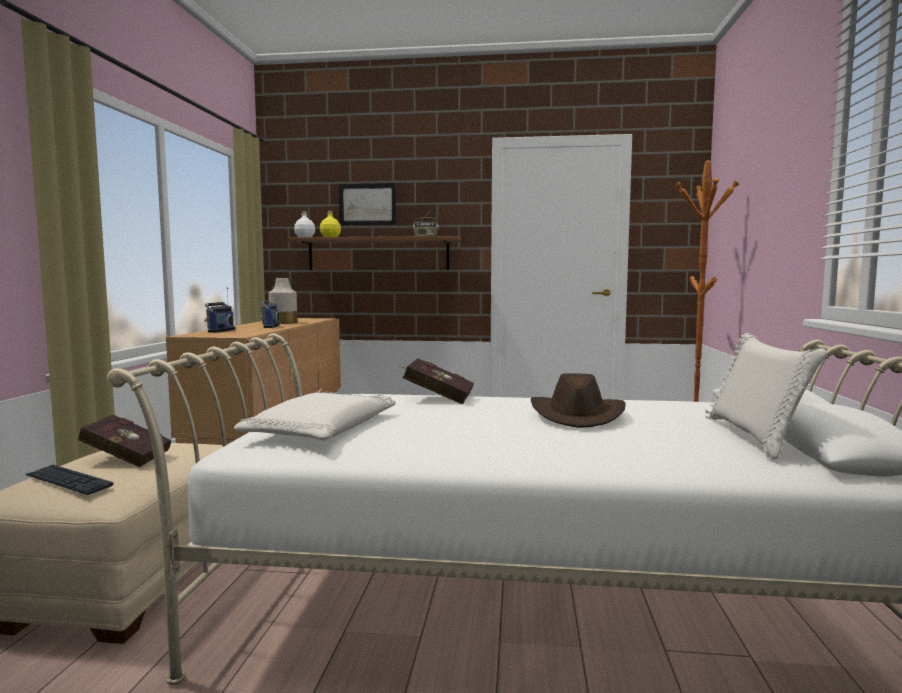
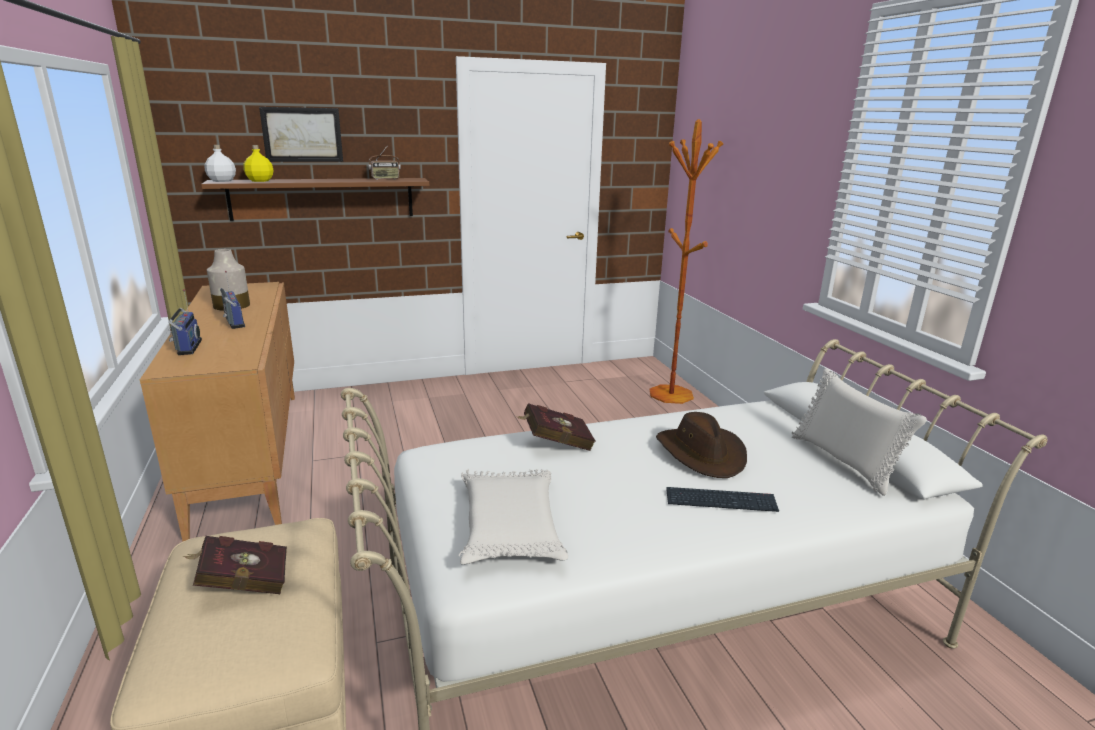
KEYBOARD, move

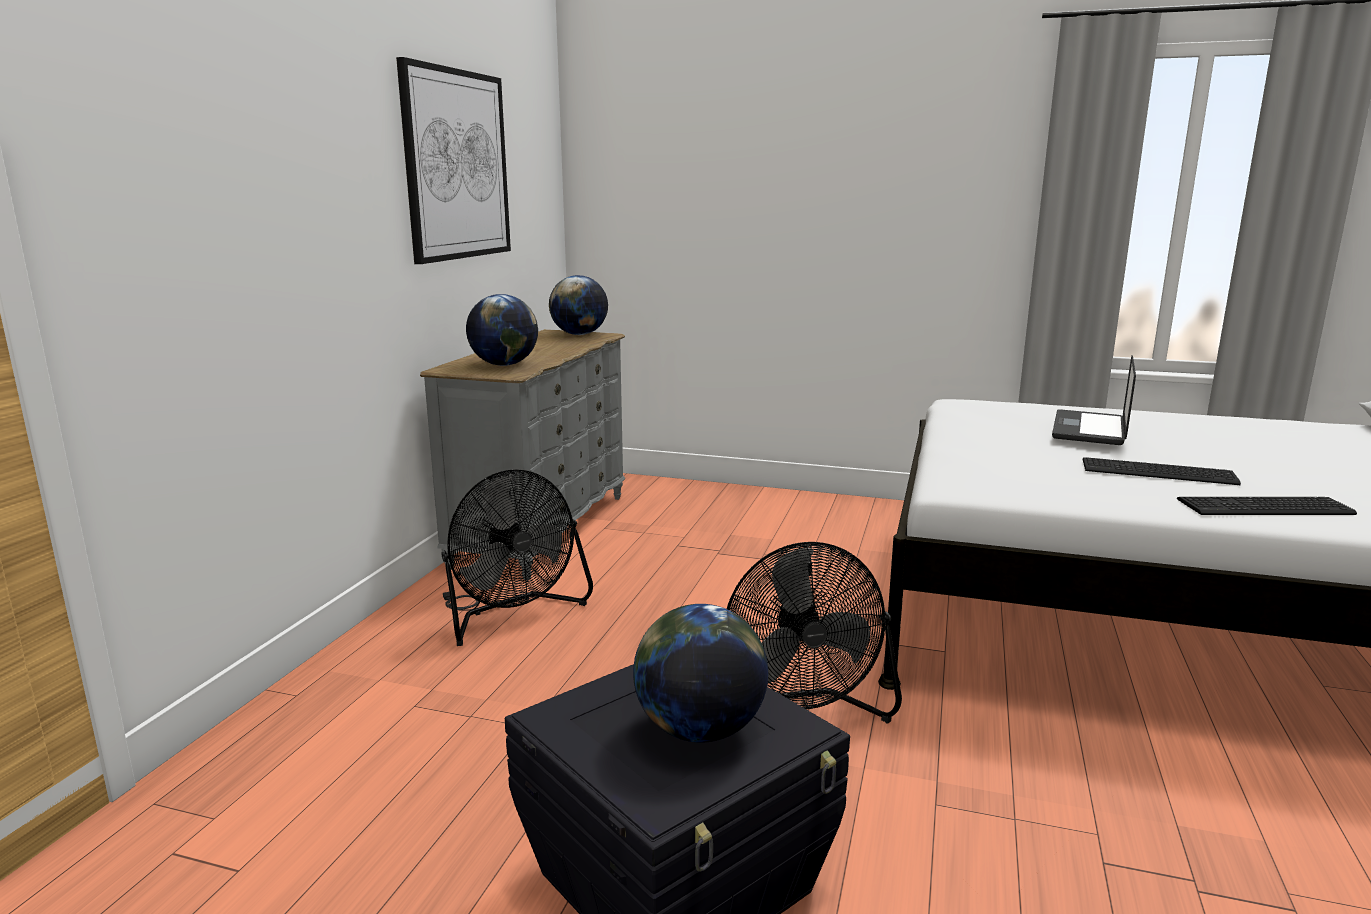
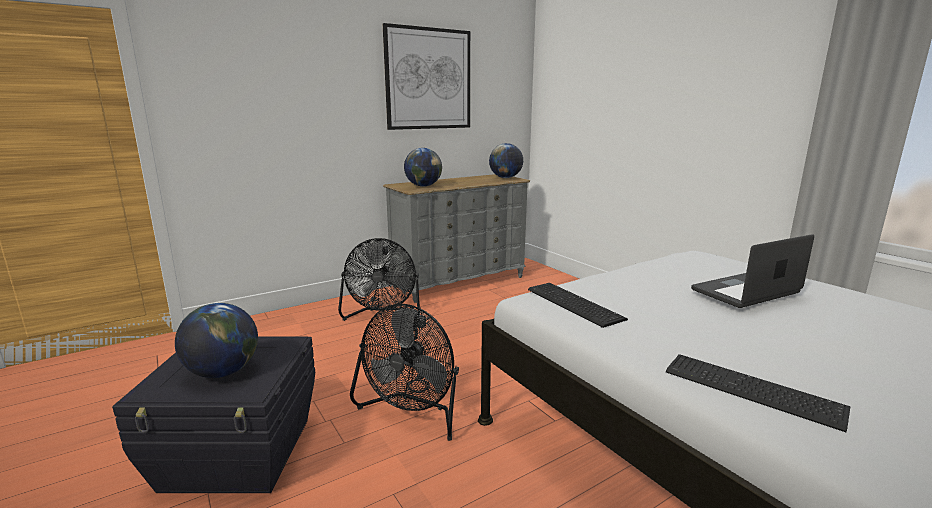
KEYBOARD (1st from left), move

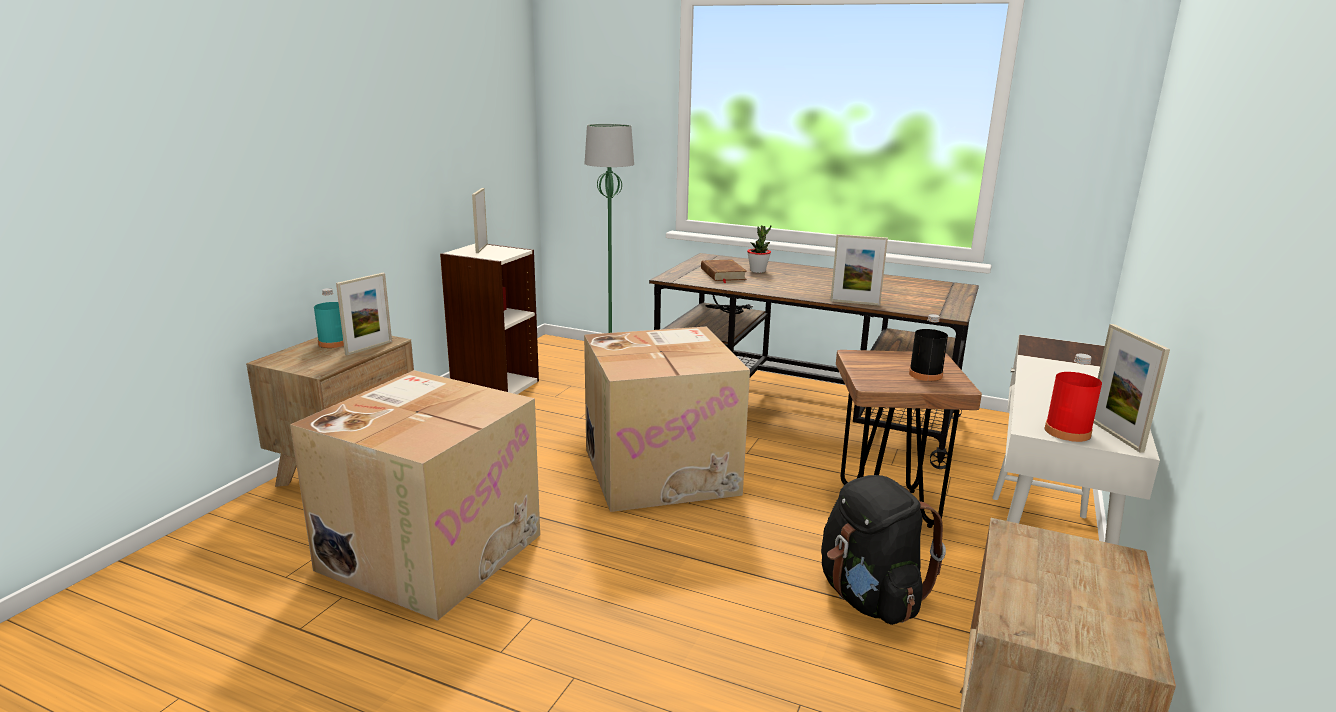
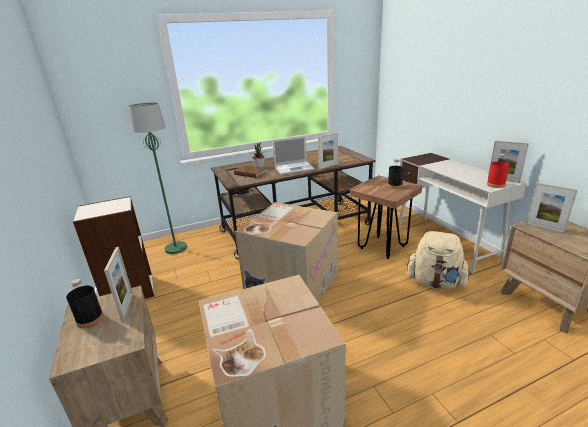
TURQUOISE BOTTLE -> BLACK BOTTLE (1st from left)
PICTURE FRAME (2nd from left in the first image) -> PICTURE FRAME (4th from left), move
BLACK BACKPACK -> BEIGE BACKPACK
none -> LAPTOP

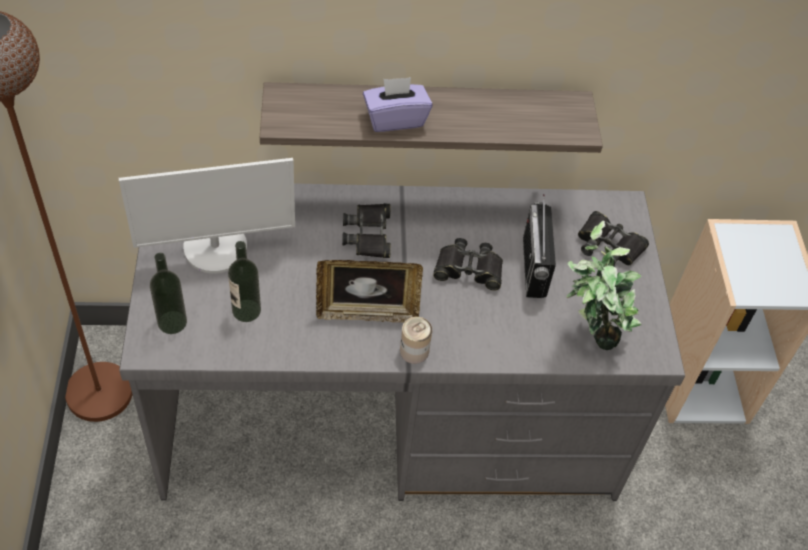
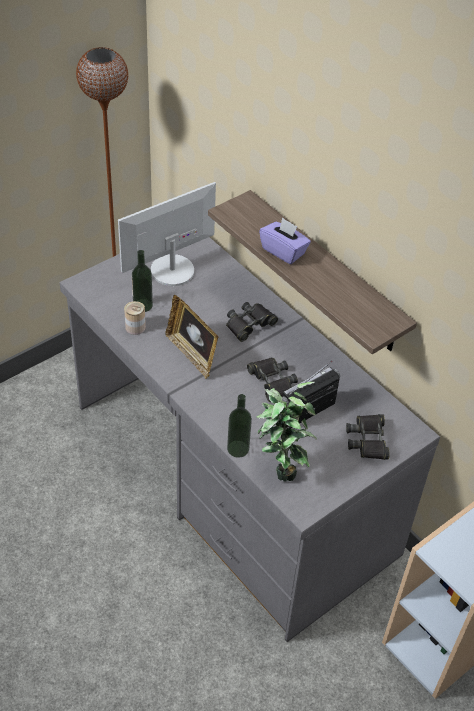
MONITOR, 105 degrees clockwise
BOTTLE (1st from left in the first image) -> BOTTLE (2nd from left), move
CAN, move

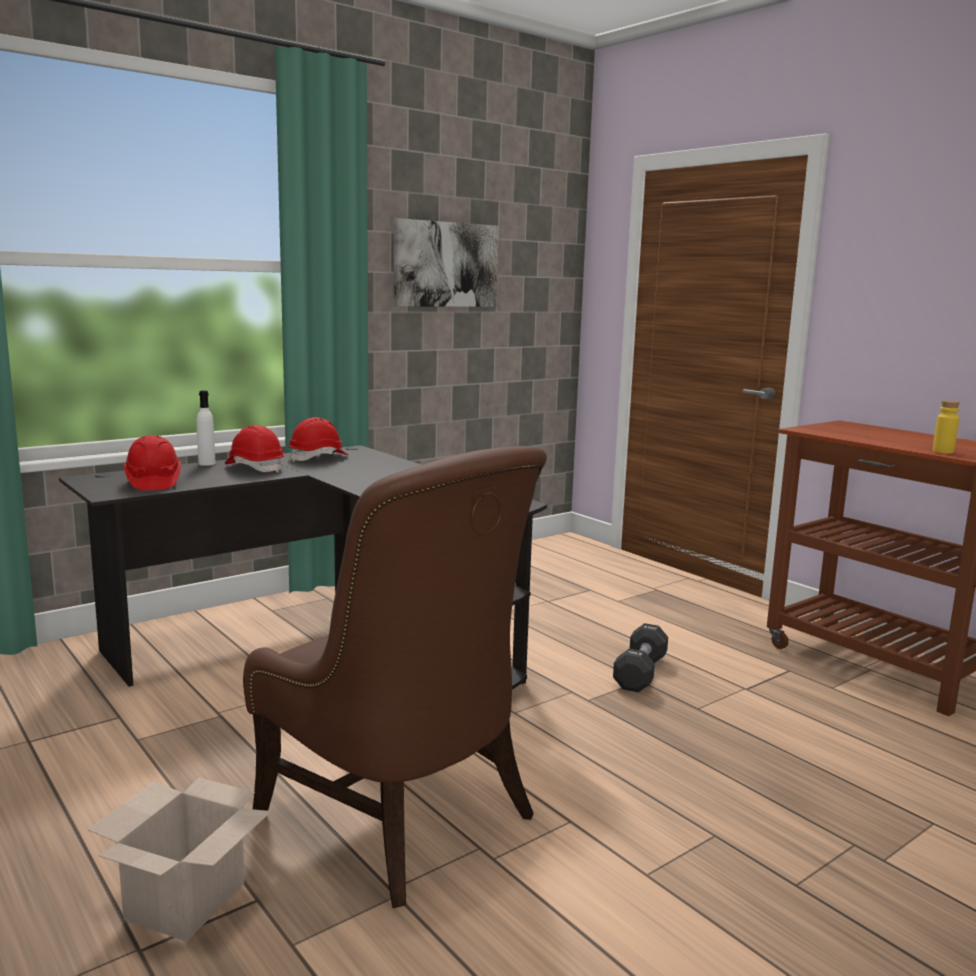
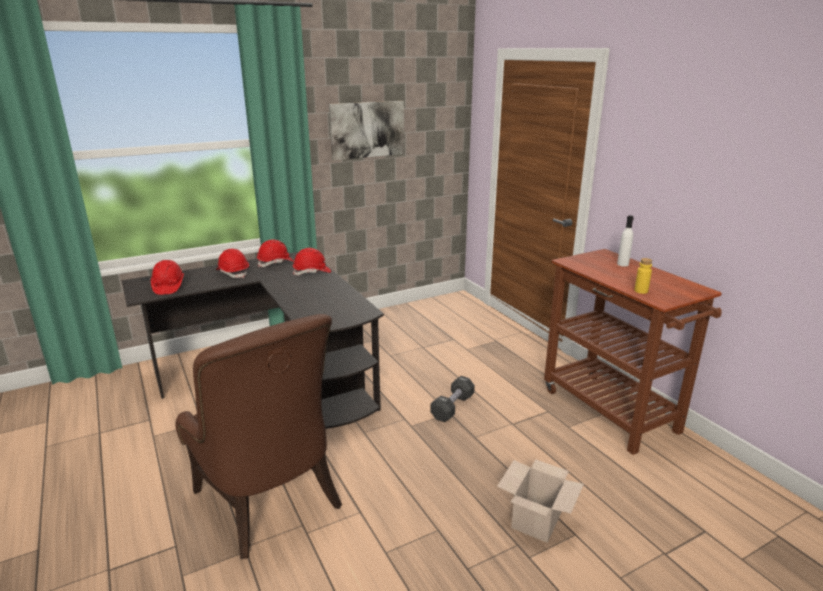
CARDBOARD BOX, move
WHITE BOTTLE, move
none -> RED HARD HAT (4th from left)

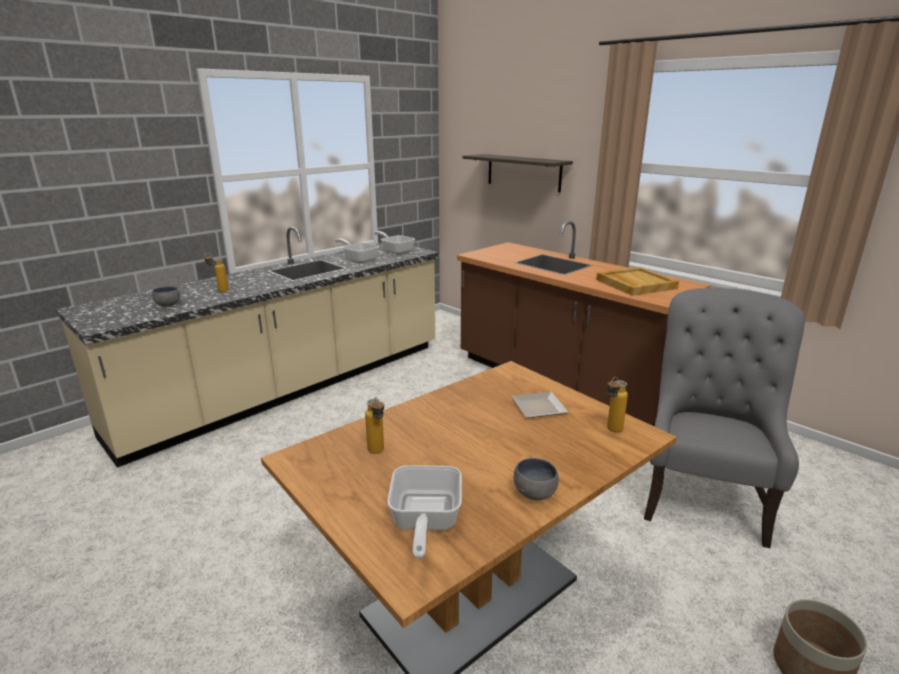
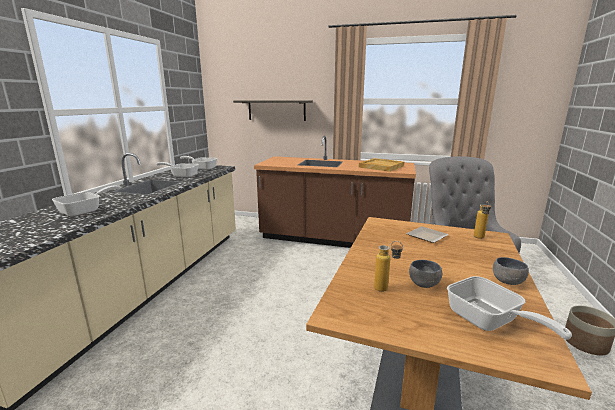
GREY BOWL (1st from left), move
BOTTLE (1st from left) -> FRYING PAN (1st from left)

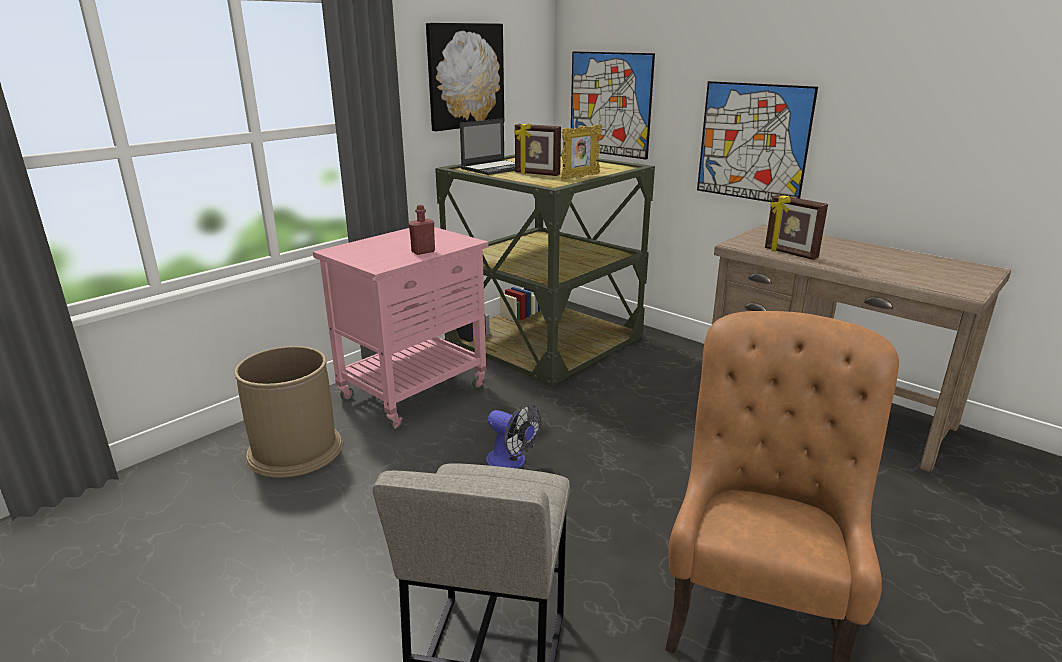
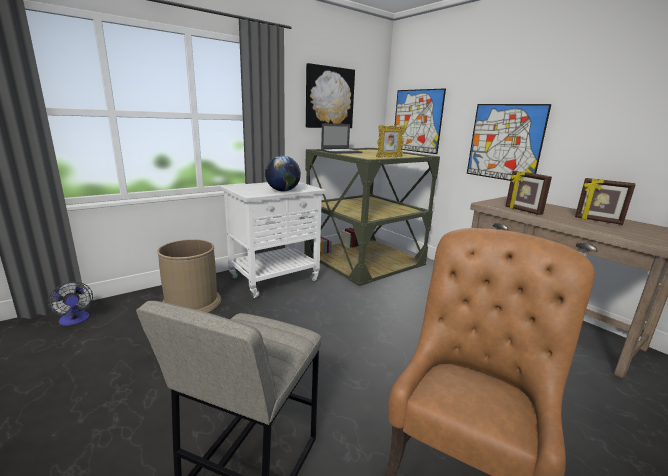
PINK CART -> WHITE CART
RED BOTTLE -> GLOBE
FAN, move
PICTURE FRAME (1st from left in the first image) -> PICTURE FRAME (3rd from left), move

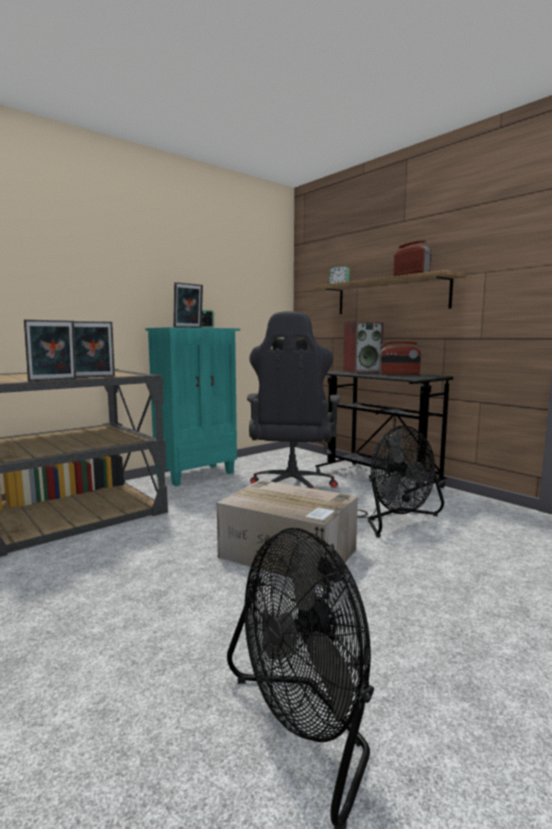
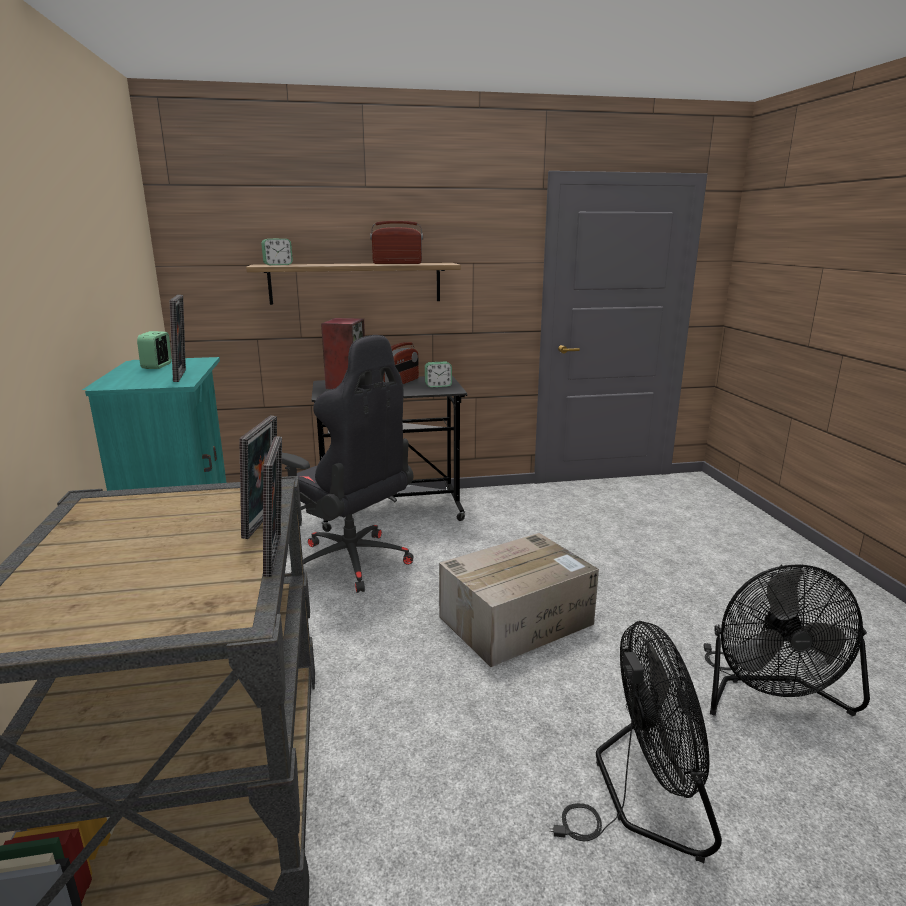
BLACK FAN (2nd from left in the first image) -> BLACK FAN (1st from left), move
none -> ALARM CLOCK (3rd from left)

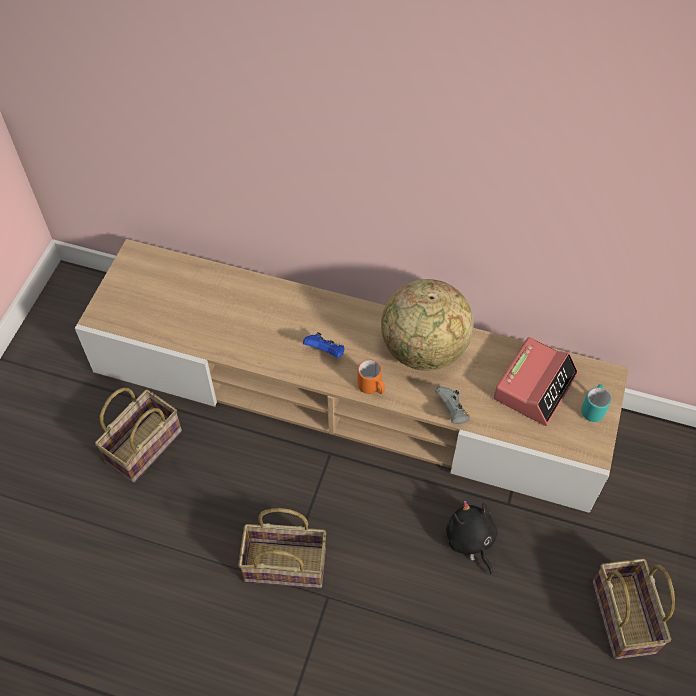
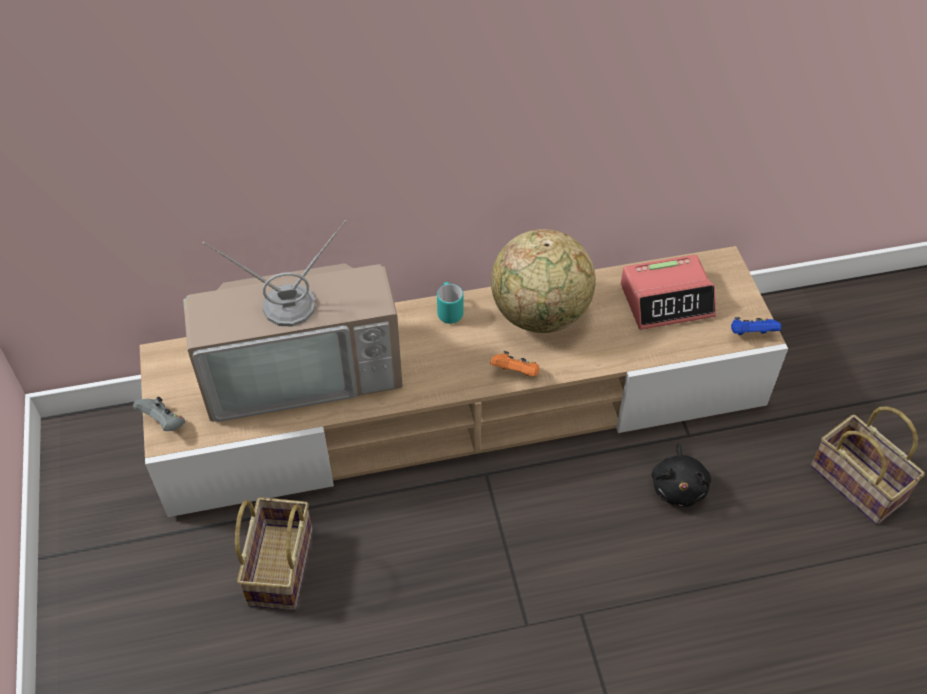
BASKET (2nd from left) -> none
BLUE GAME CONTROLLER, move
ORANGE MUG -> ORANGE GAME CONTROLLER
GREY GAME CONTROLLER, move
BLACK PLUSH TOY, 120 degrees counterclockwise
ALARM CLOCK, 75 degrees clockwise
TURQUOISE MUG, move
none -> TELEVISION

